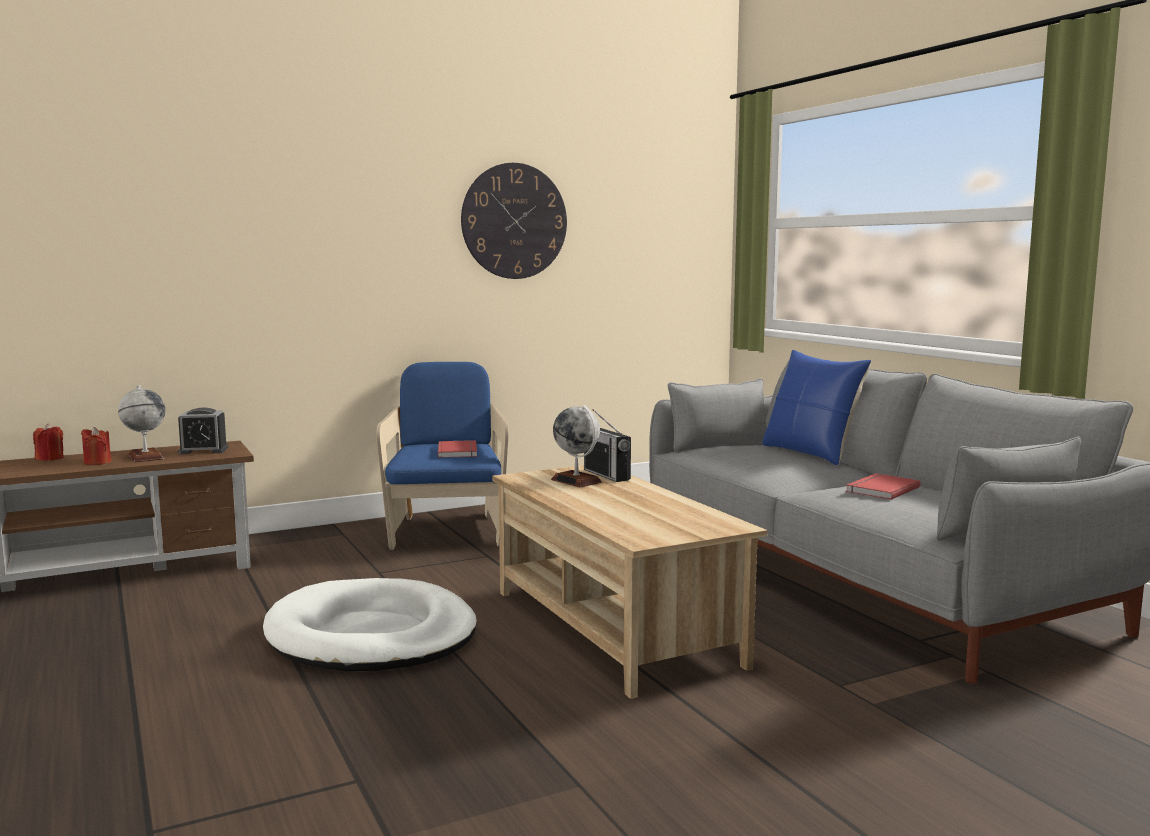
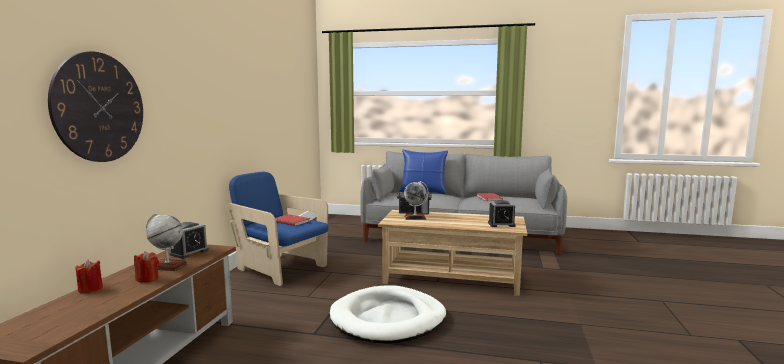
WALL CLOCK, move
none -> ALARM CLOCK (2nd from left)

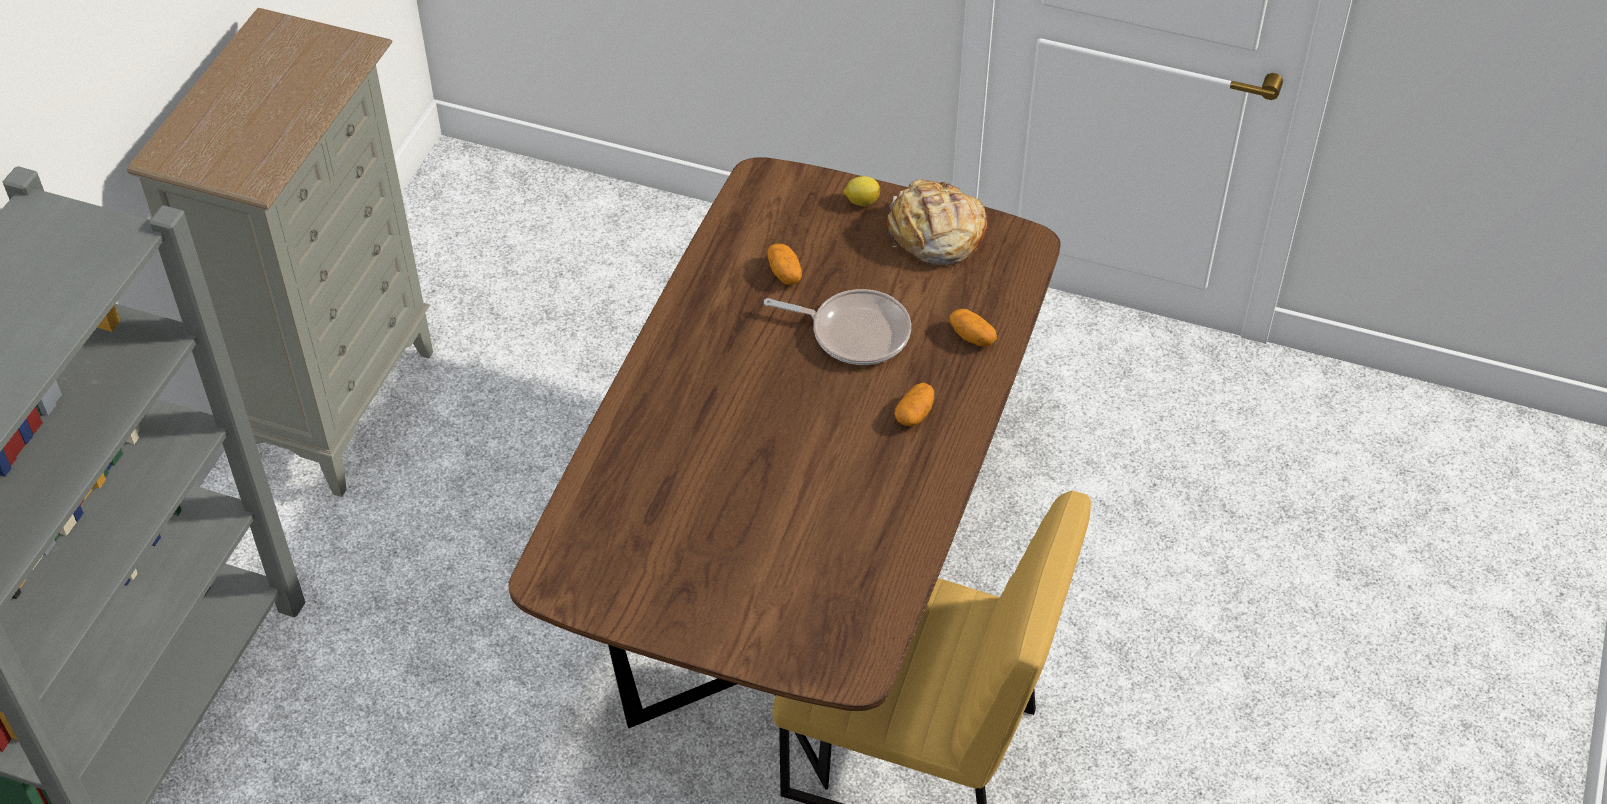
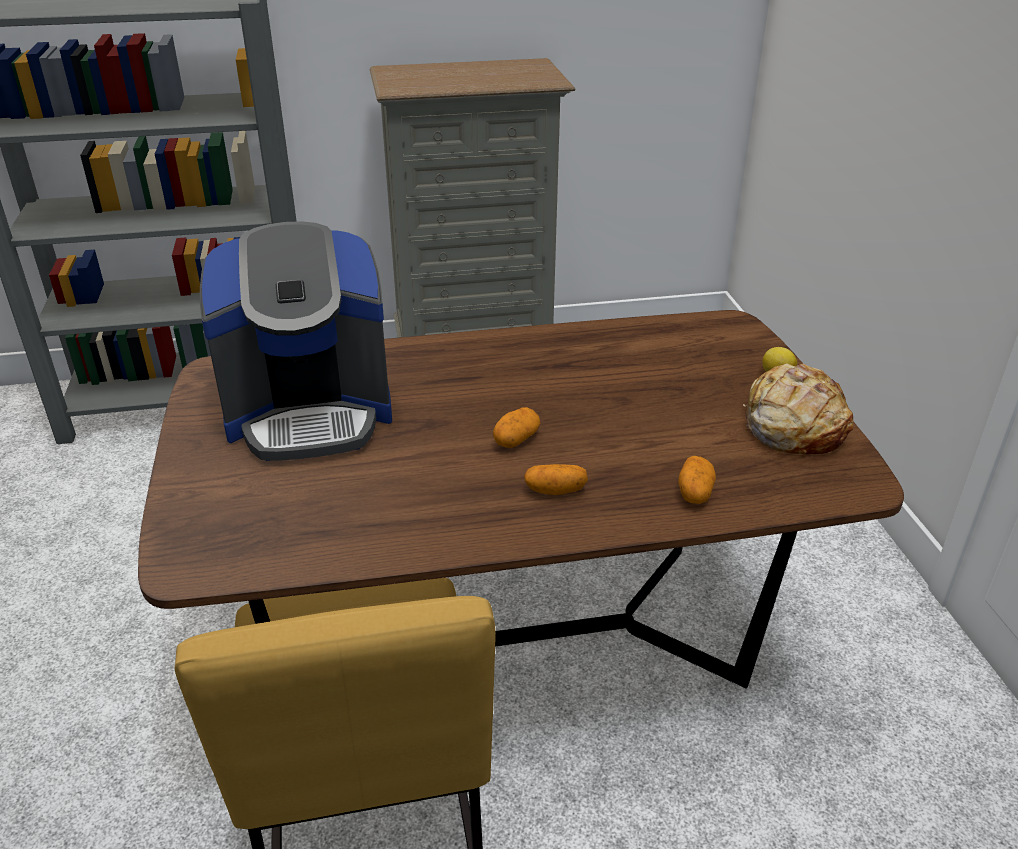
FRYING PAN -> none
POTATO (1st from left), move
none -> COFFEE MACHINE

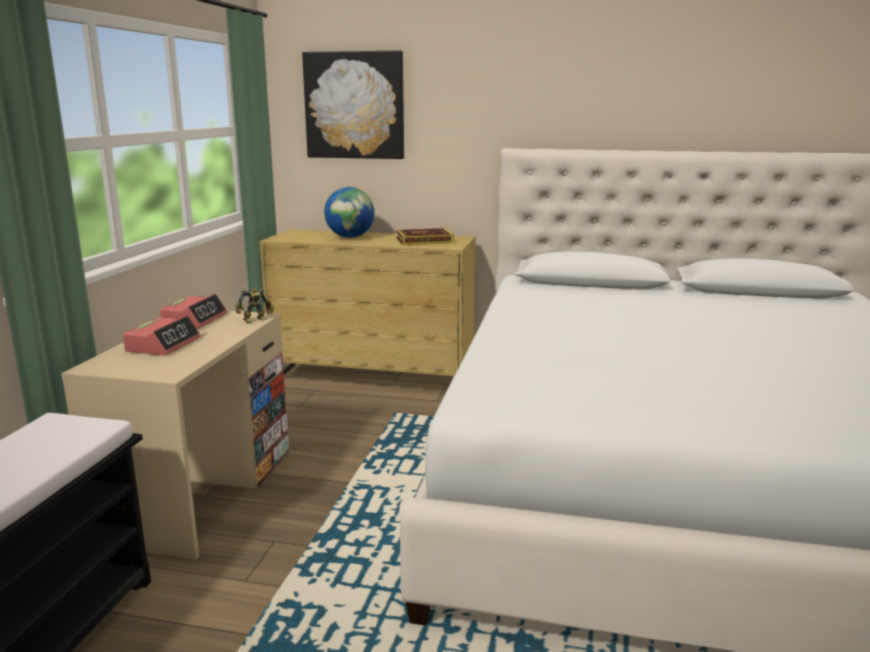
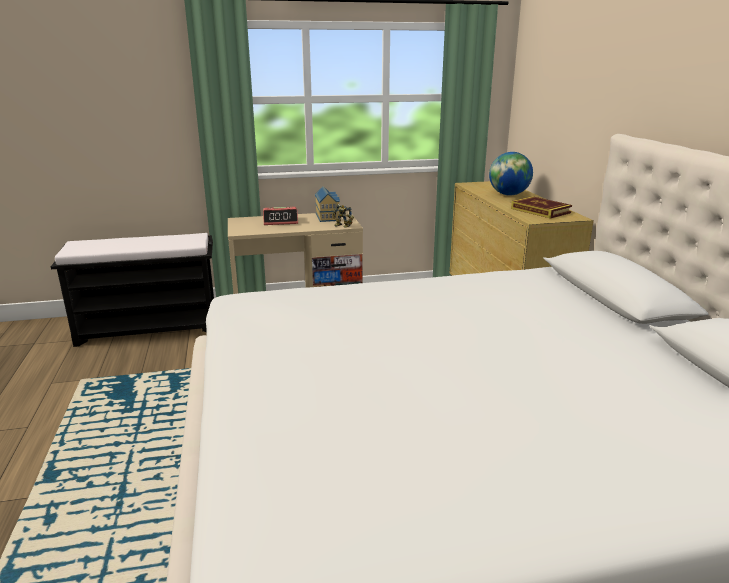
ALARM CLOCK (2nd from left) -> TOY HOUSE
PICTURE -> none

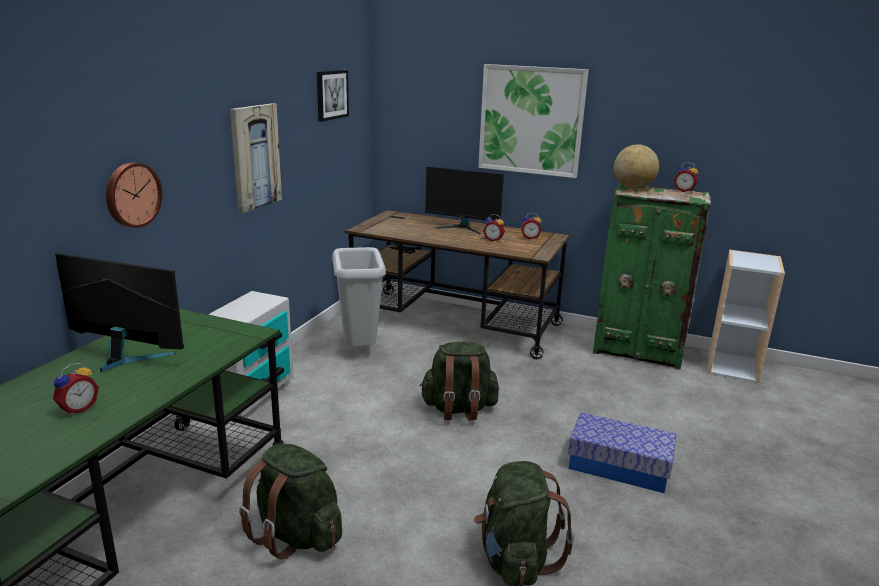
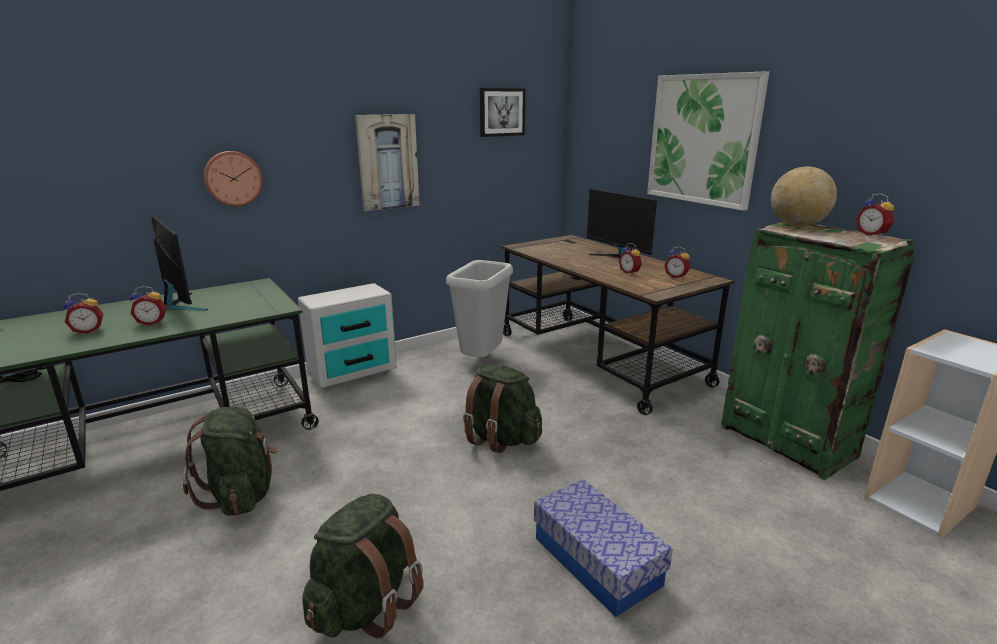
none -> ALARM CLOCK (2nd from left)

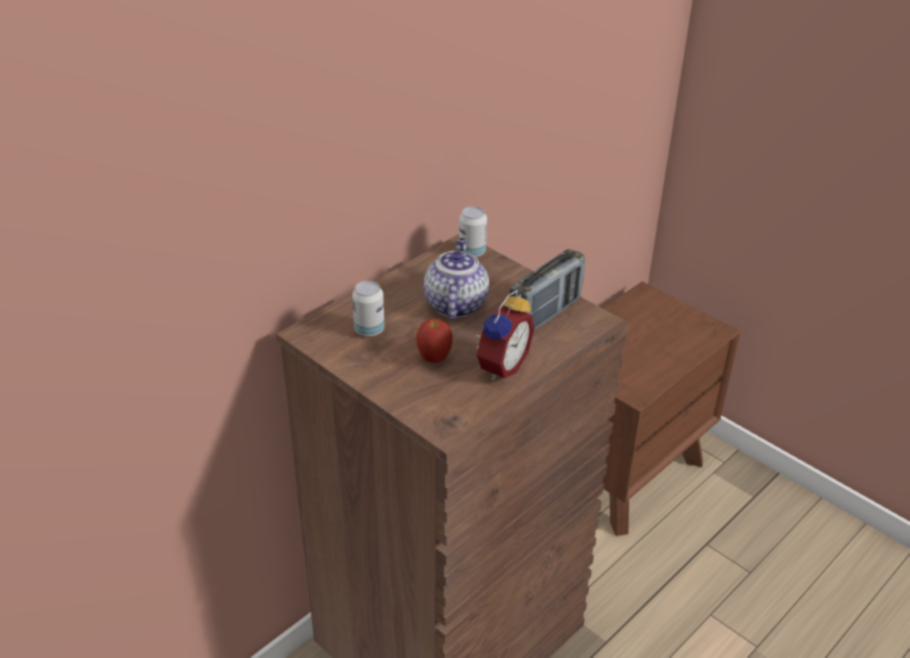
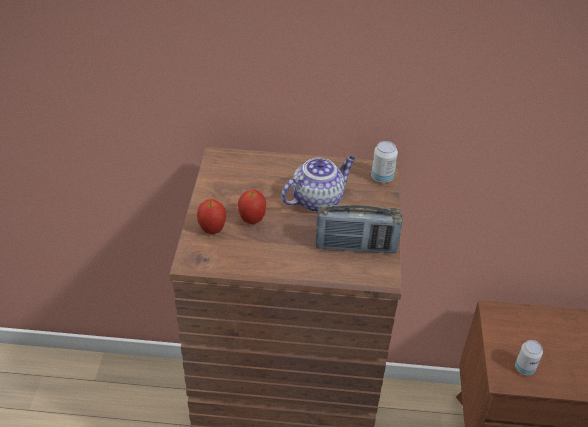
CAN (1st from left in the first image) -> CAN (2nd from left), move
ALARM CLOCK -> none
none -> APPLE (1st from left)

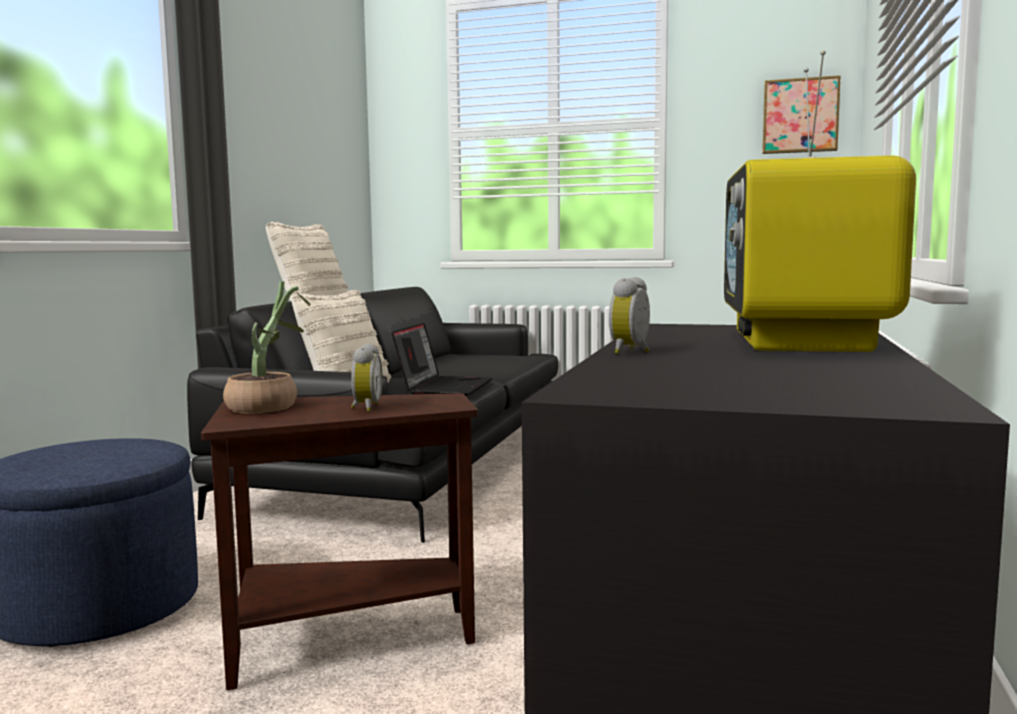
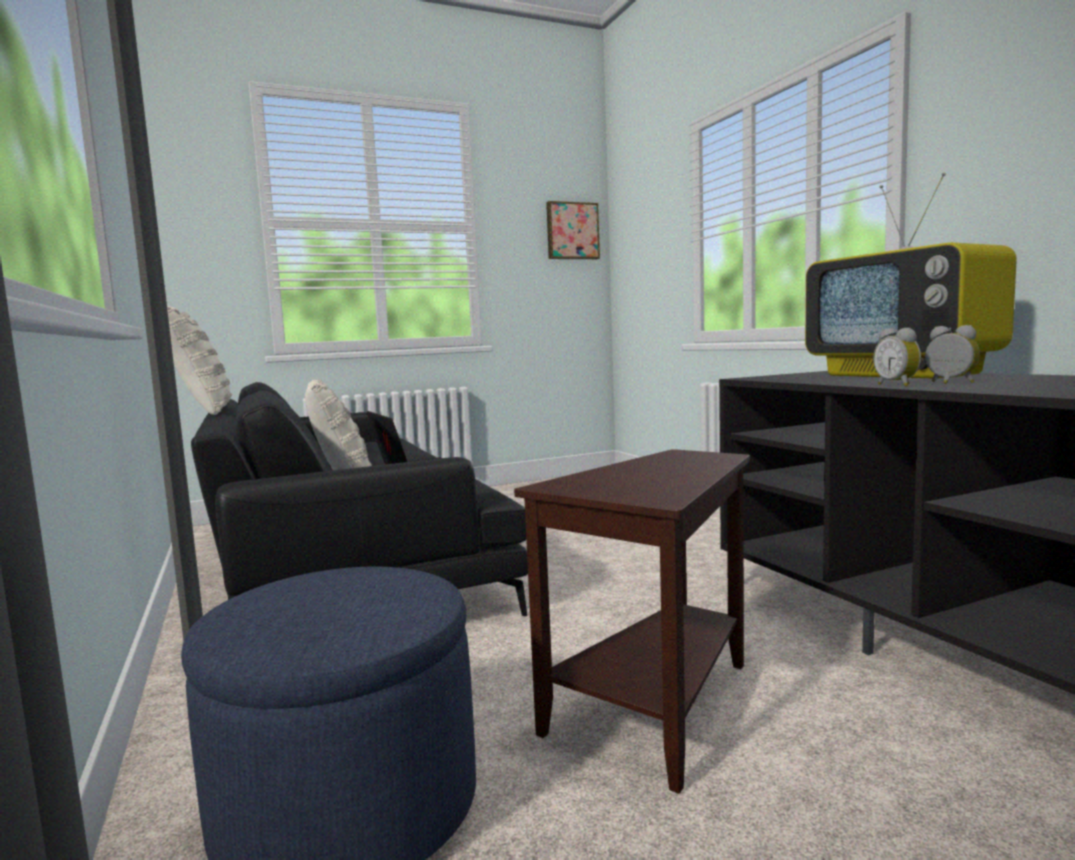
POTTED PLANT -> none
ALARM CLOCK (1st from left in the first image) -> ALARM CLOCK (2nd from left), move

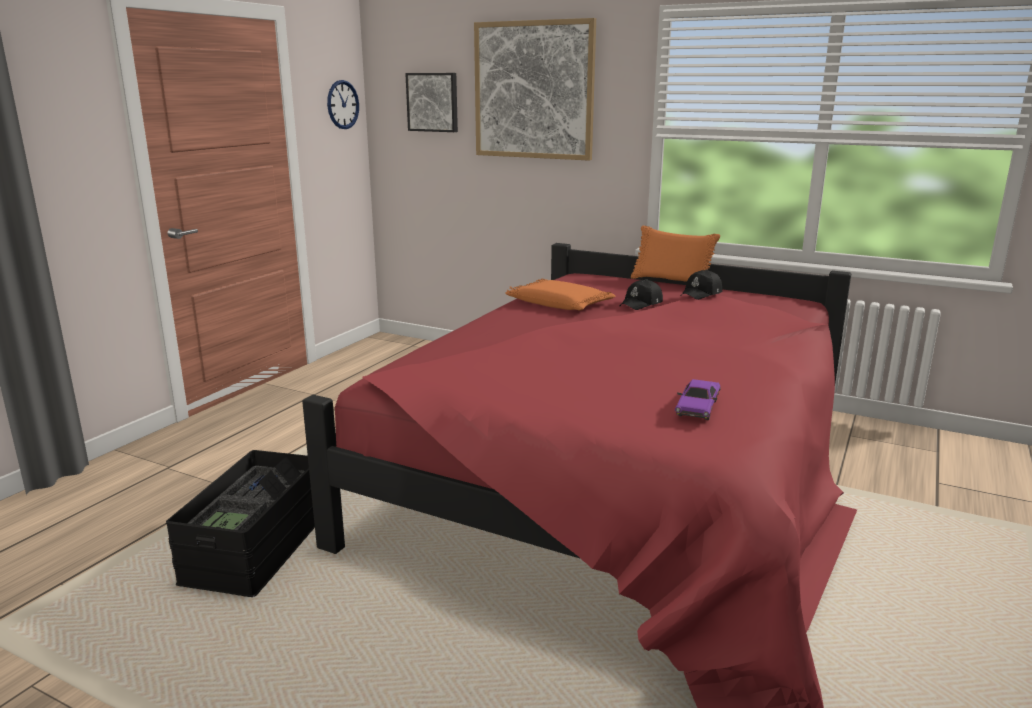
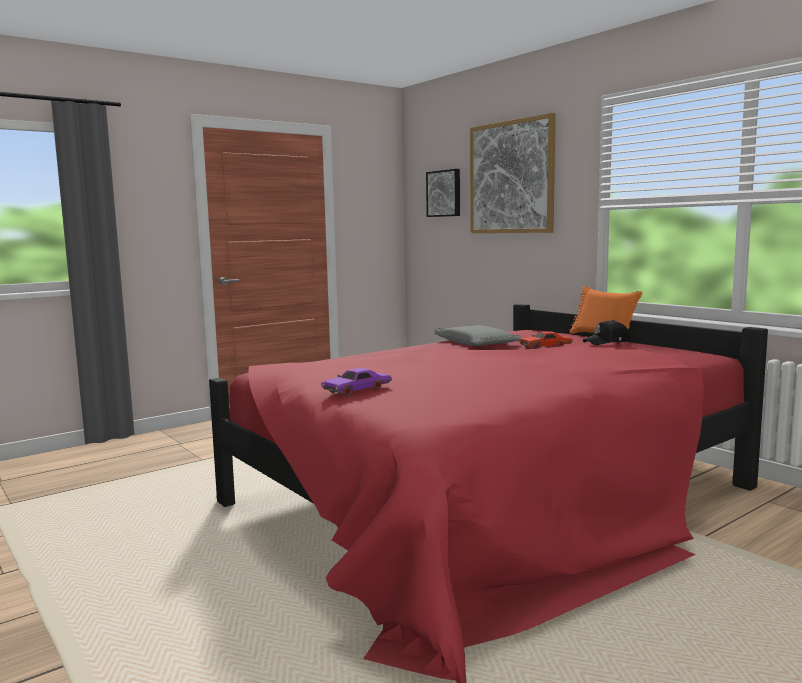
BLACK STORAGE BOX -> none
WALL CLOCK -> none
ORANGE PILLOW (1st from left) -> GREY PILLOW
BLACK CAP (1st from left) -> RED TOY CAR
PURPLE TOY CAR, move

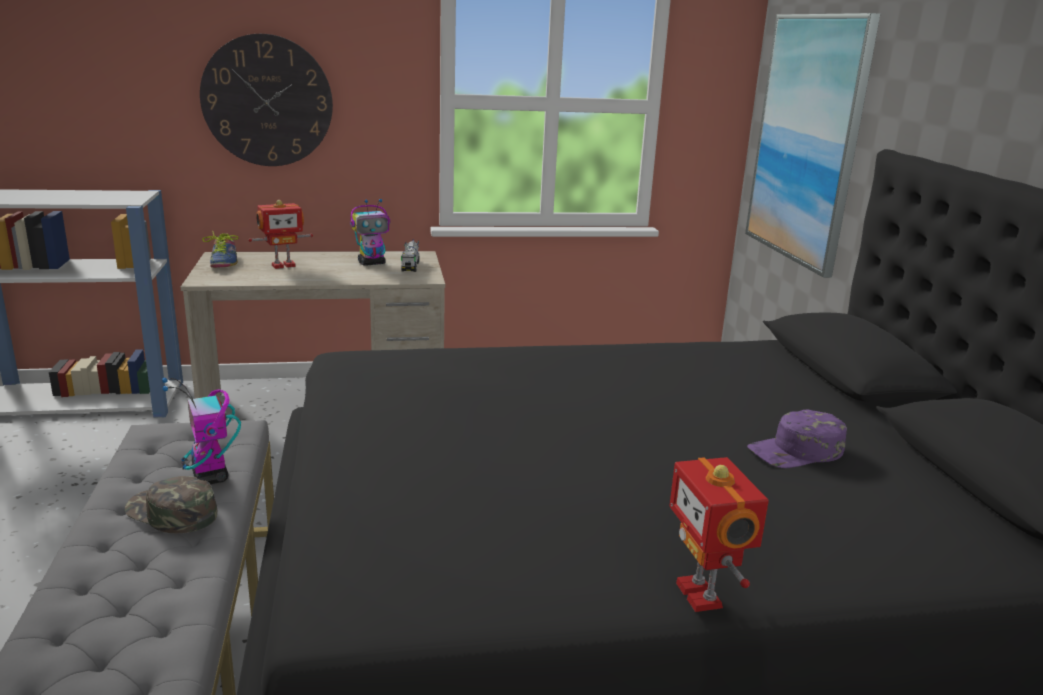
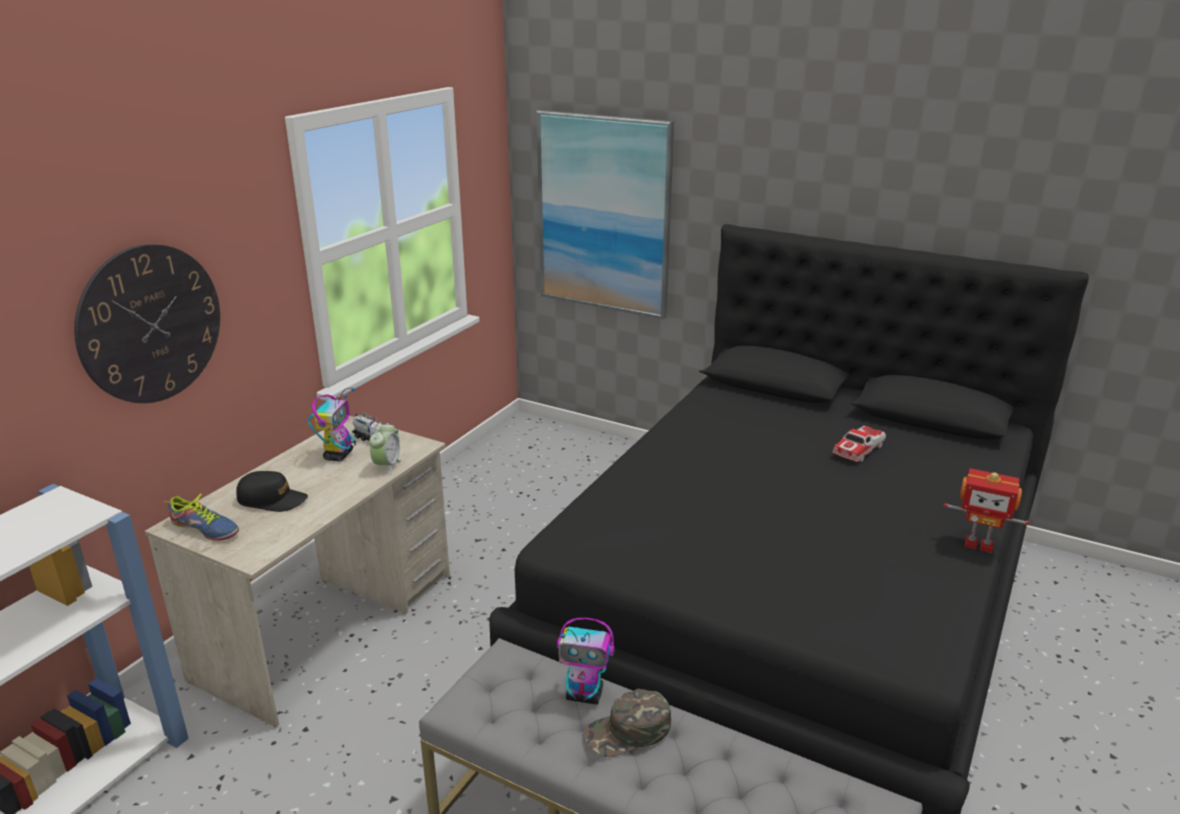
TOY ROBOT (2nd from left) -> BLACK CAP
PURPLE CAP -> TOY CAR
none -> ALARM CLOCK

